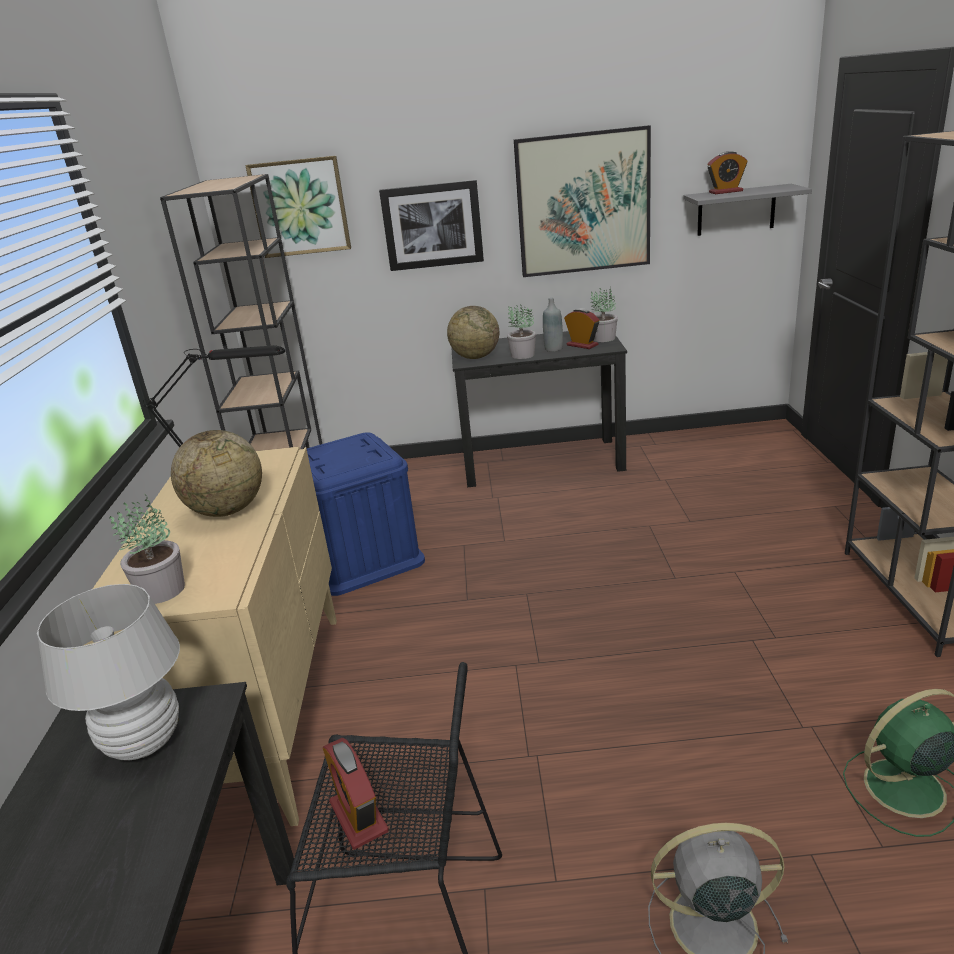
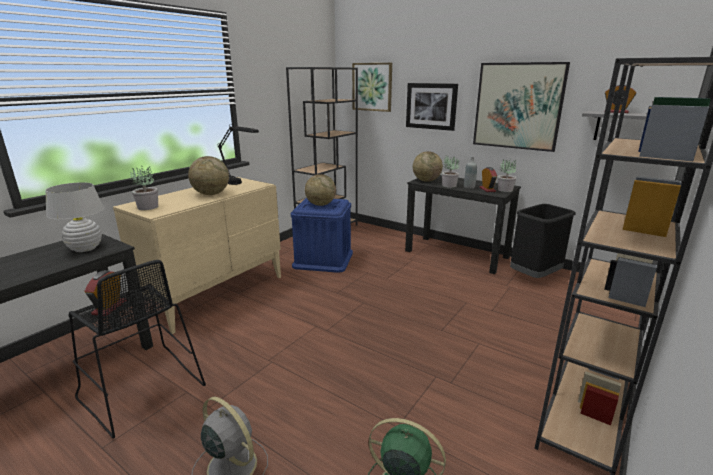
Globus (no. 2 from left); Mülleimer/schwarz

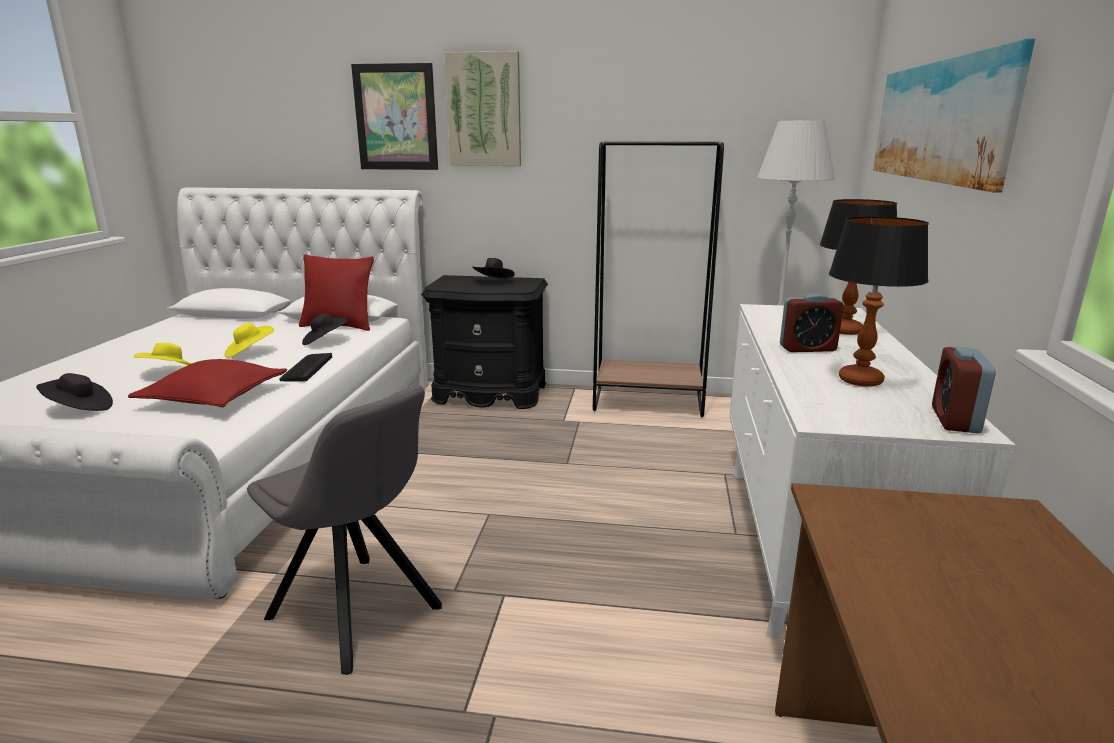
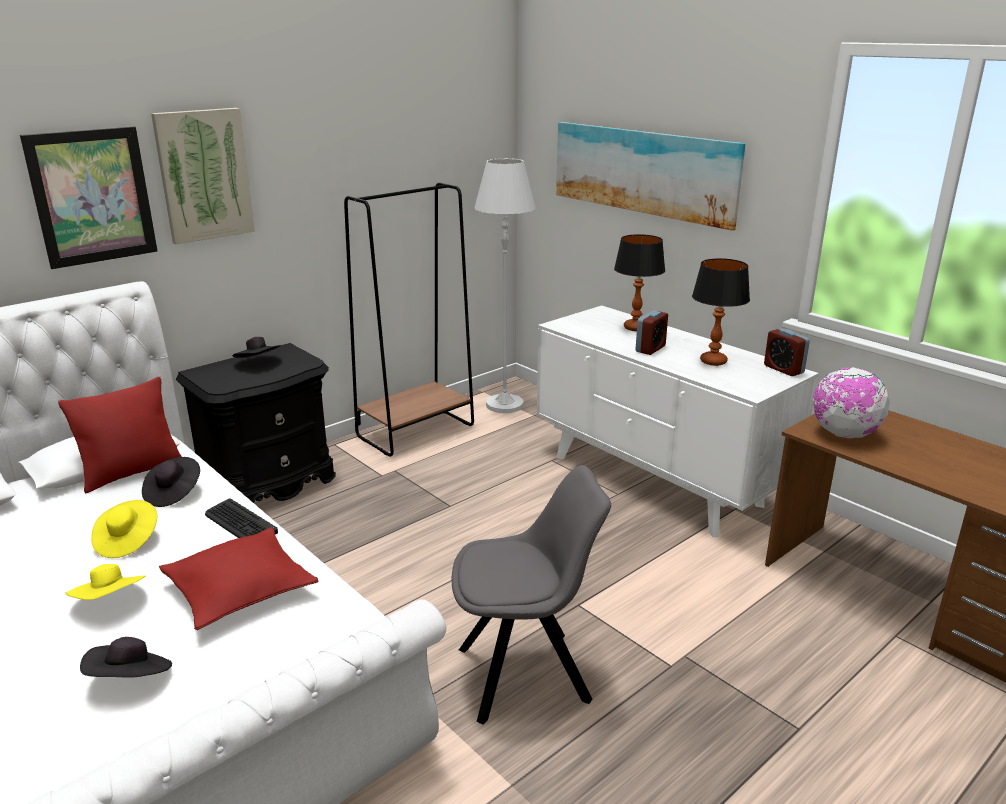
Globus

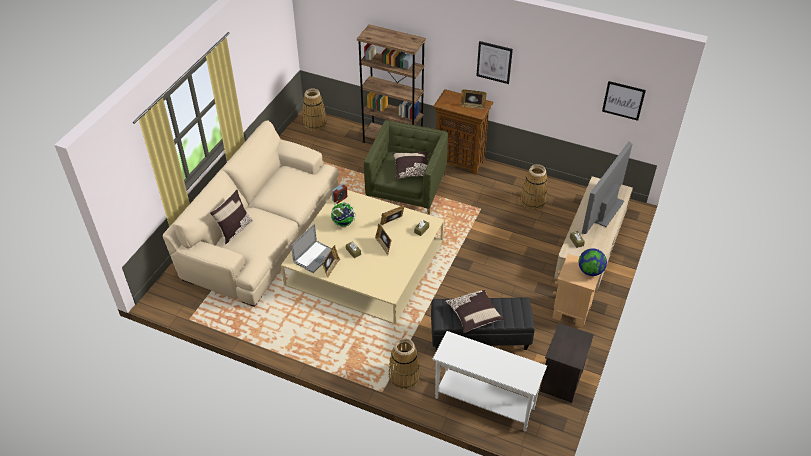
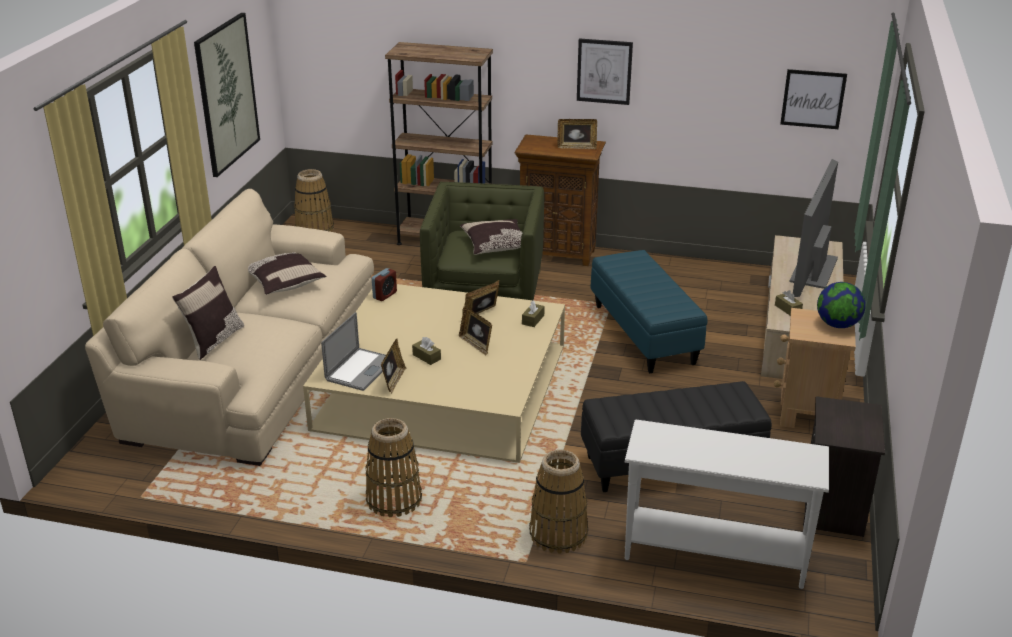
Korb (no. 2 from left); Globus (no. 1 from left in the first image); Kissen (no. 2 from left); Bild (no. 1 from left); Polsterhocker/blau

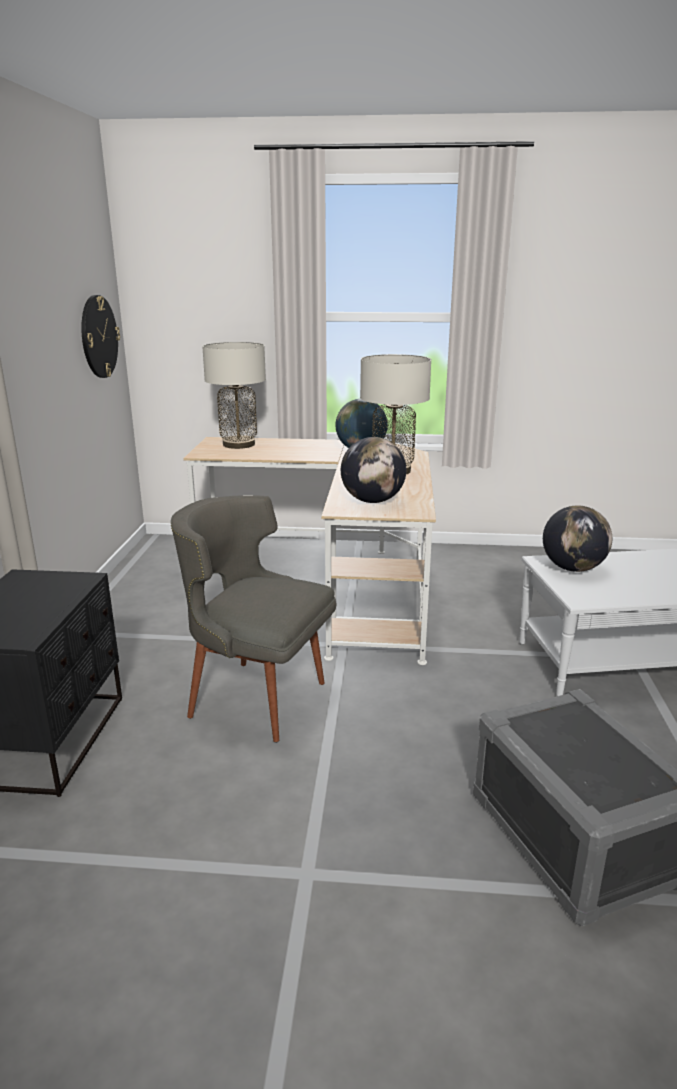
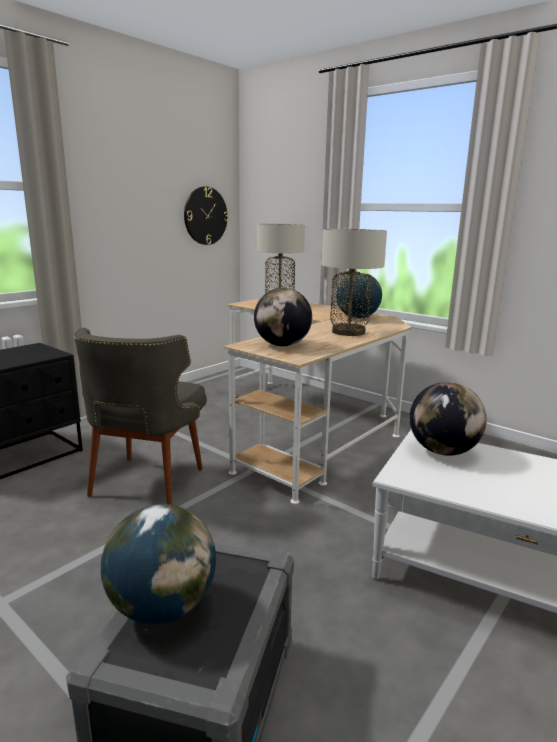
Stuhl/grau; Globus (no. 1 from left)

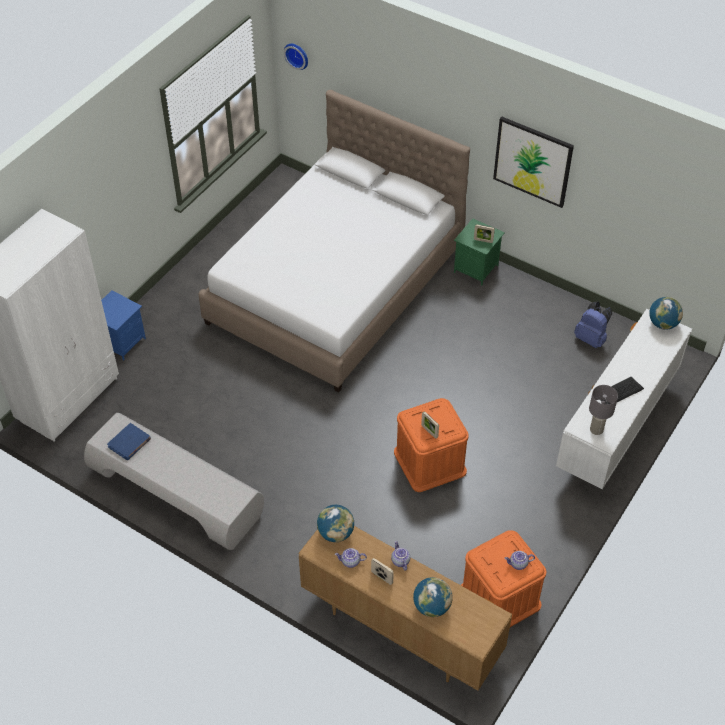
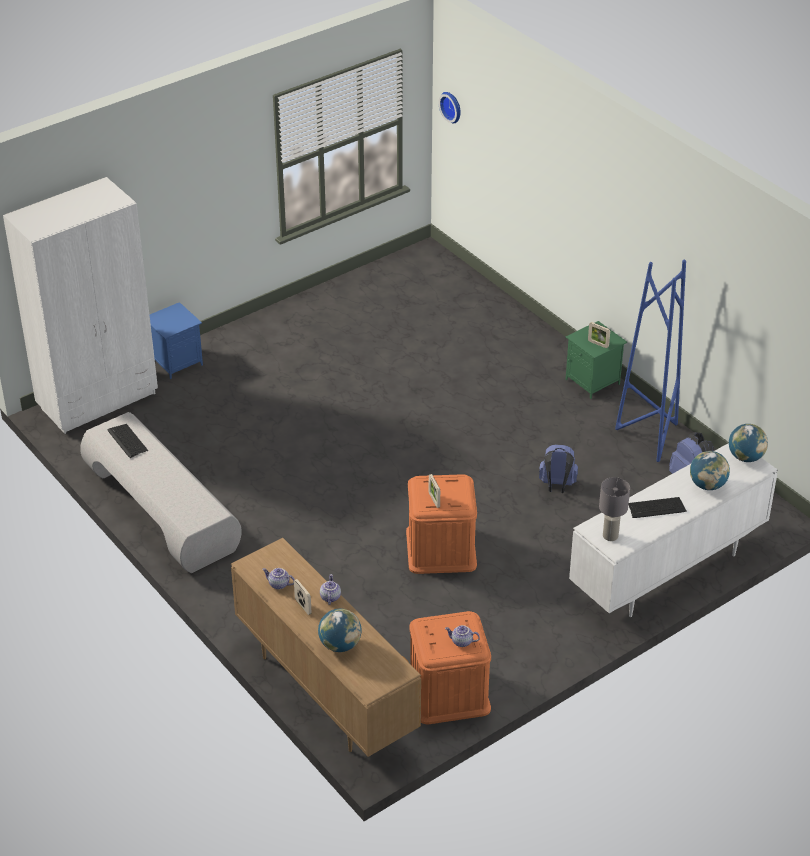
Bett/weiß; Bild; Tastatur (no. 1 from left); Globus (no. 2 from left); Kleiderständer/blau; Rucksack/blau (no. 1 from left)

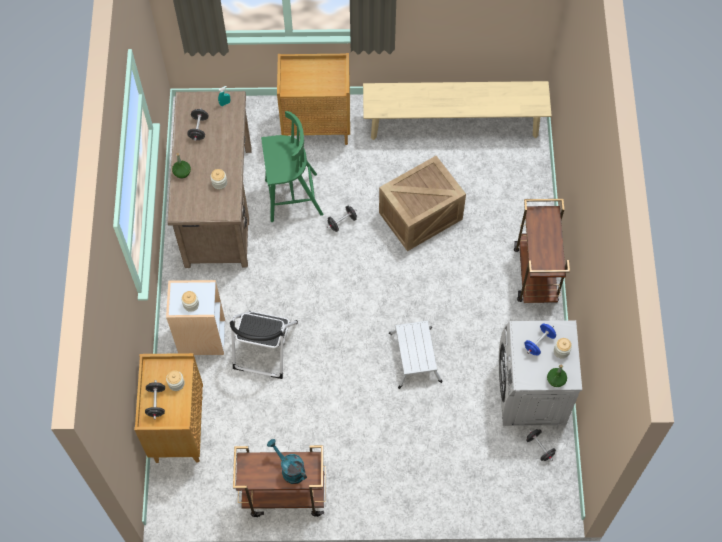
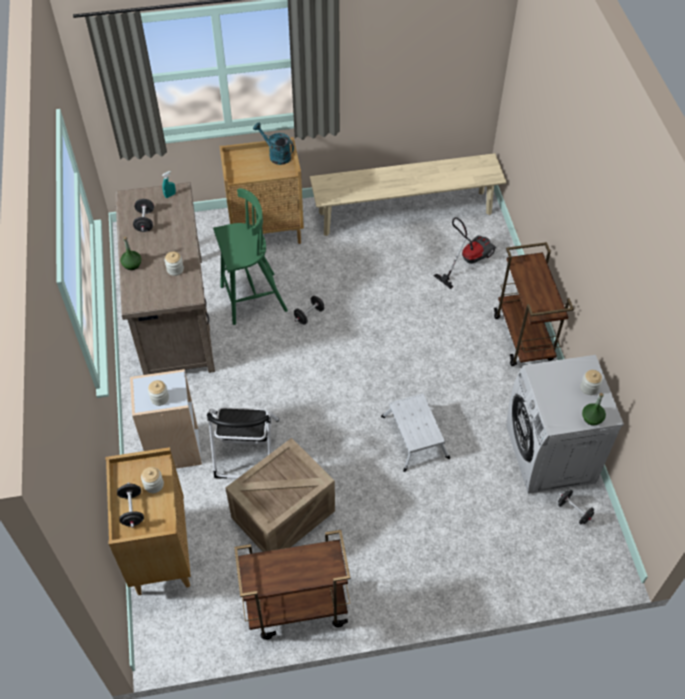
Kiste; Hantel/blau; Gießkanne/türkis; Staubsauger

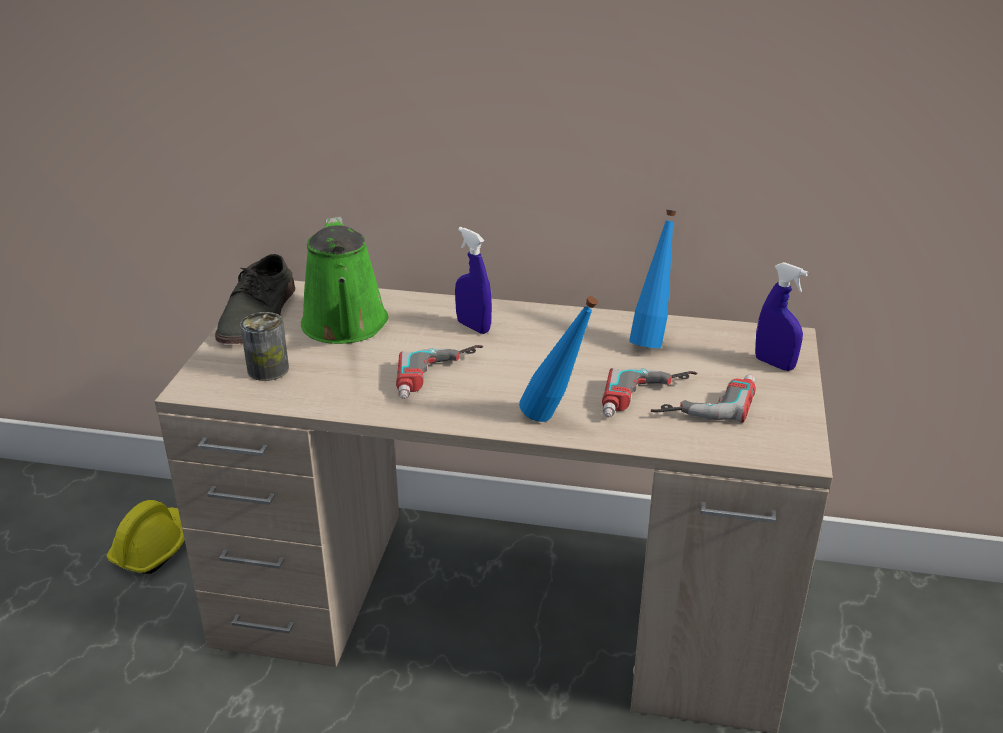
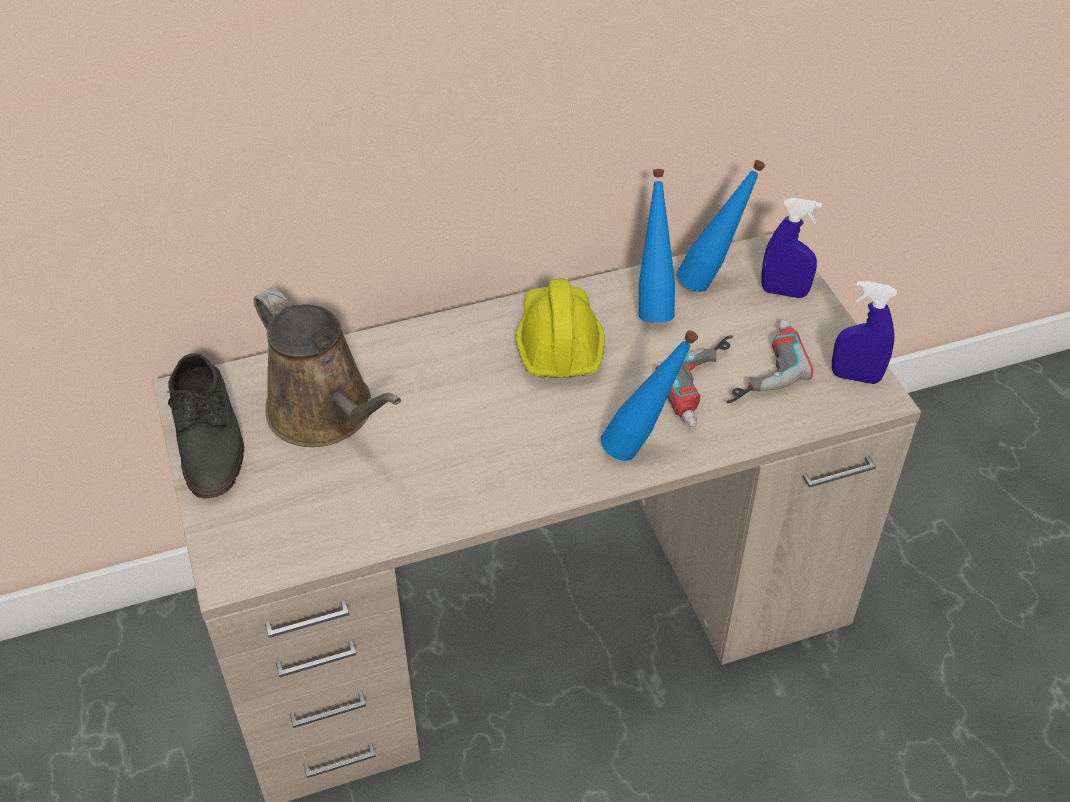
Gießkanne/braun; Sprühflasche/blau (no. 2 from left); Dose; Bohrmaschine (no. 1 from left in the first image); Schutzhelm/gelb; Flasche/blau (no. 3 from left)

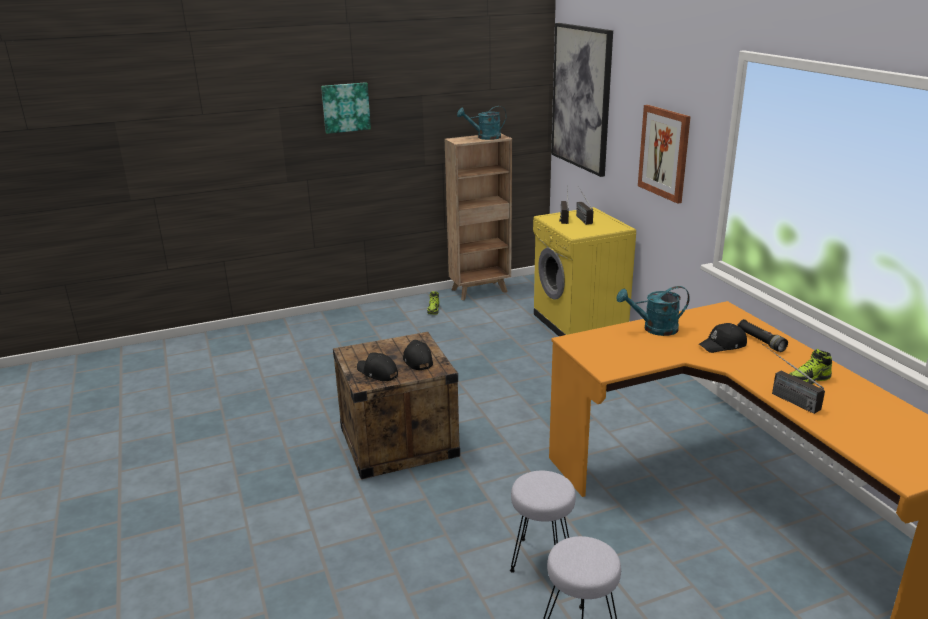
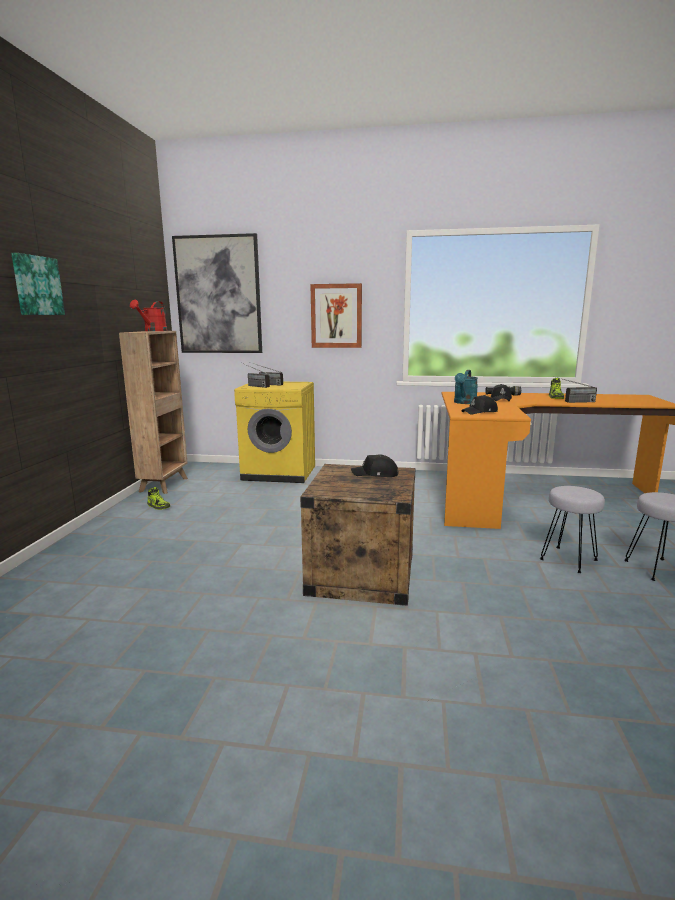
Gießkanne/rot; Kappe/schwarz (no. 2 from left)

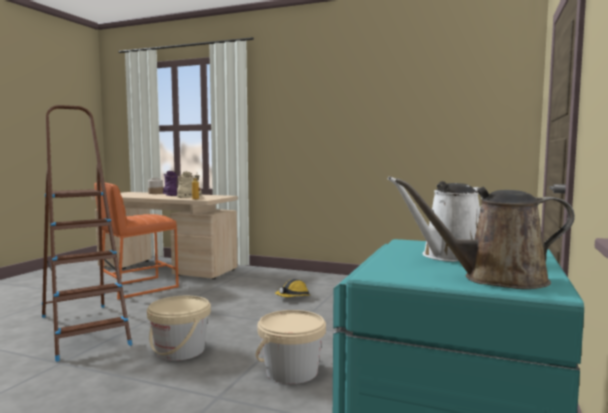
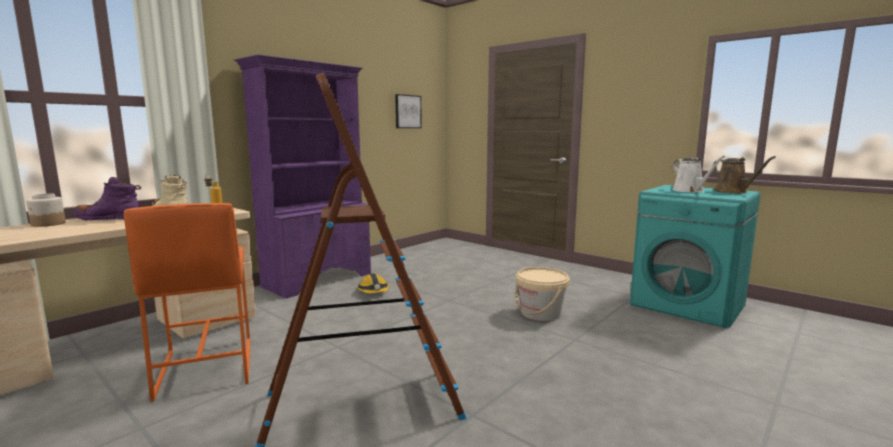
Gießkanne/braun; Eimer/beige (no. 1 from left in the first image); Bücherregal/lila; Bild

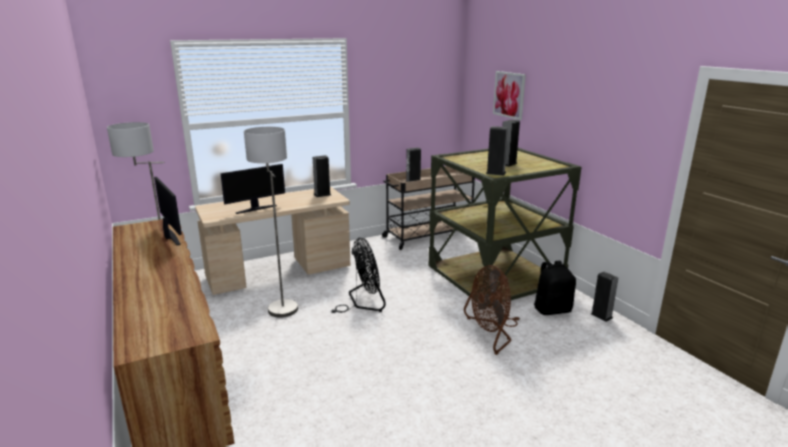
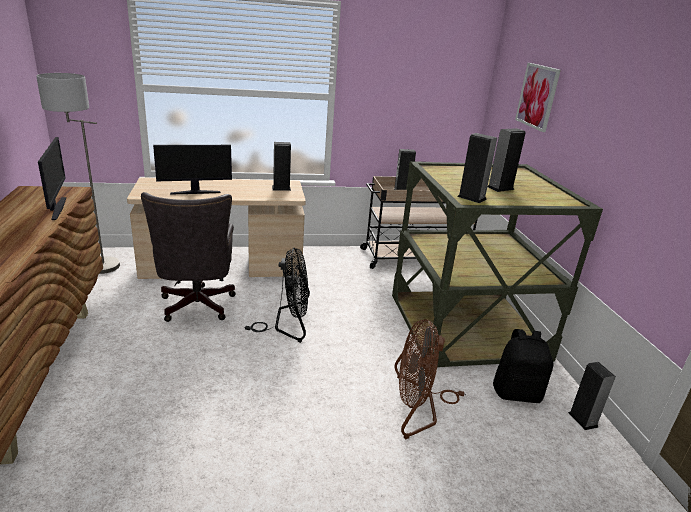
Bürostuhl/grau

